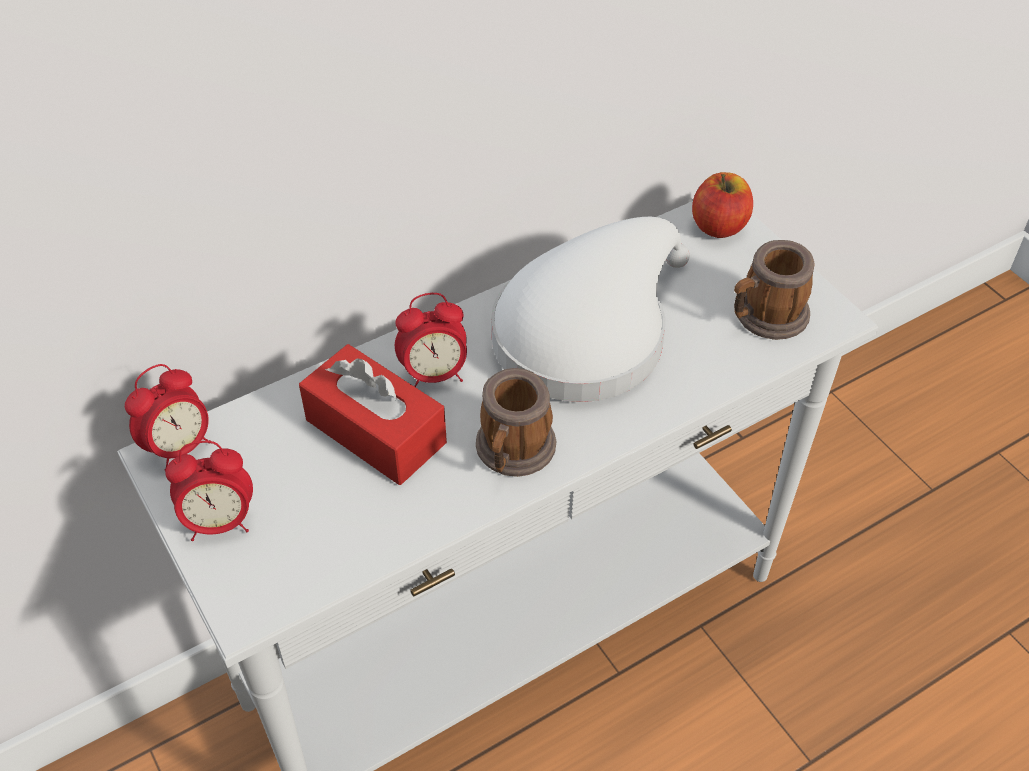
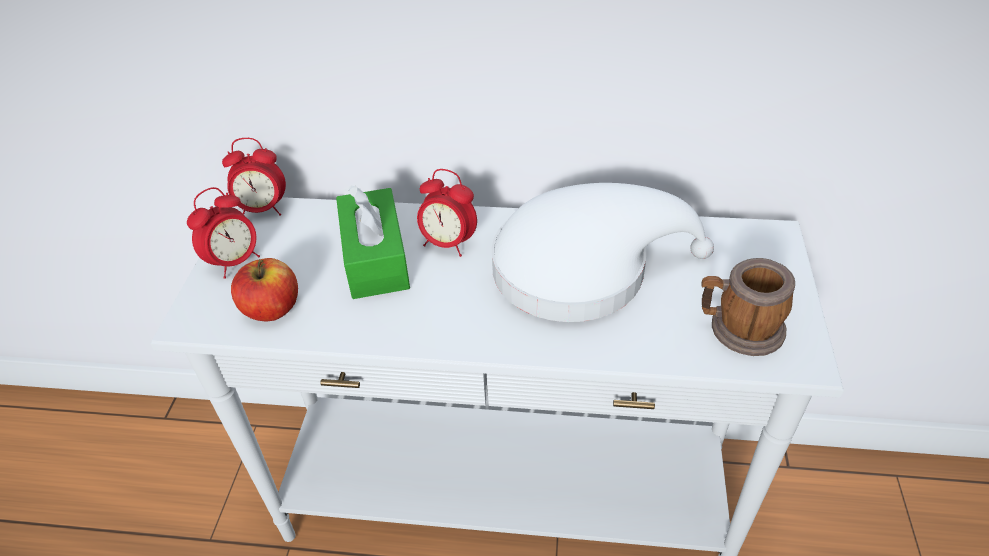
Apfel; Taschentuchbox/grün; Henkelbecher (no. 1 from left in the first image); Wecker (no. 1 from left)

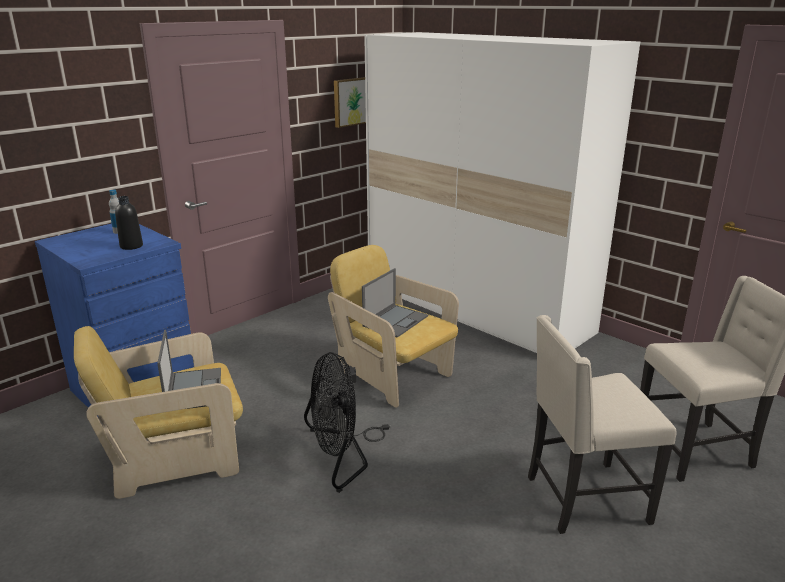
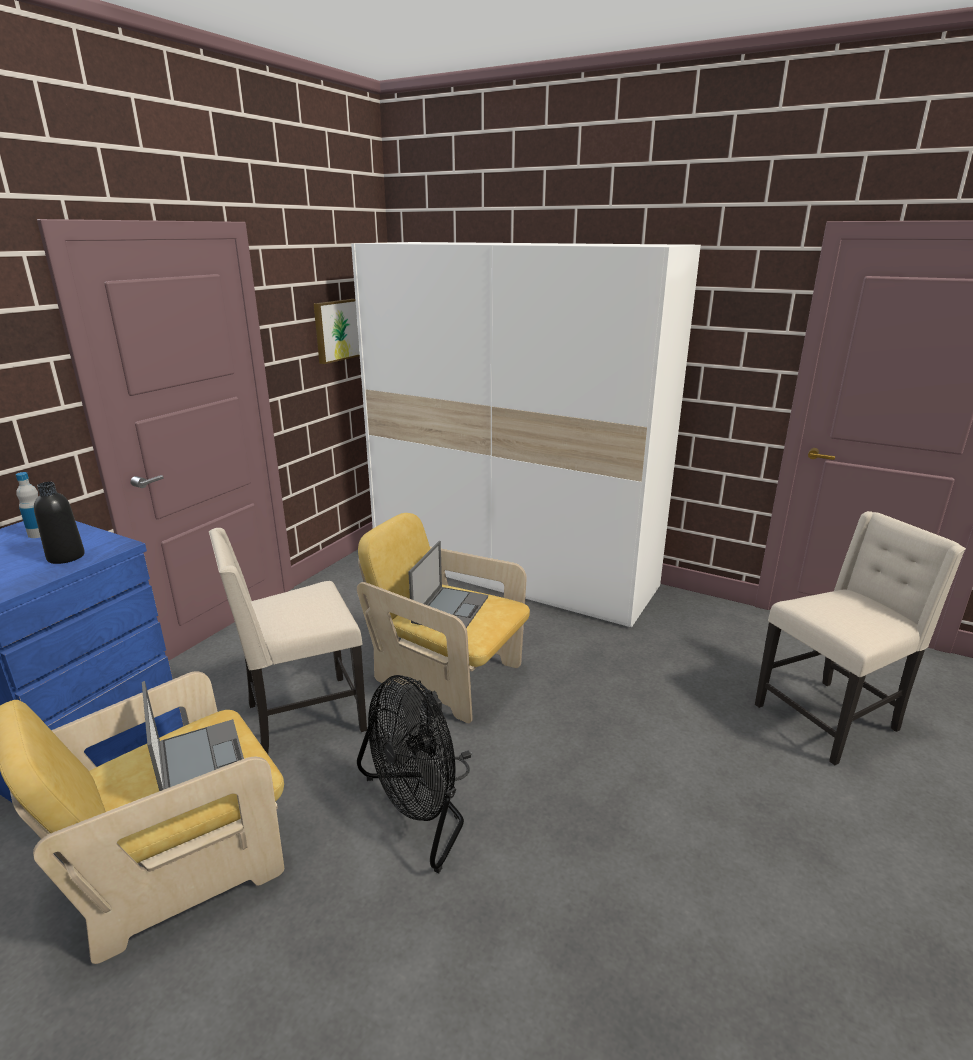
Stuhl/beige (no. 1 from left)

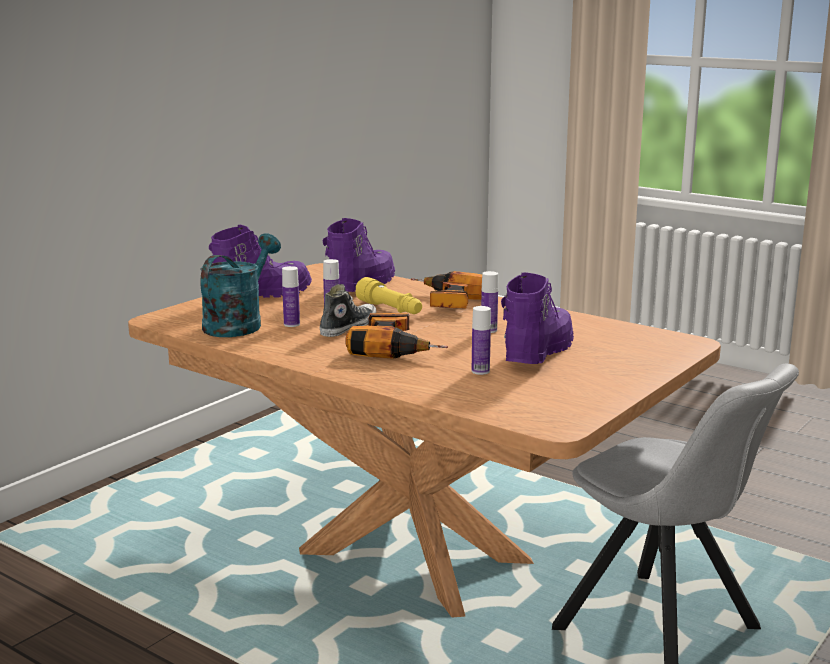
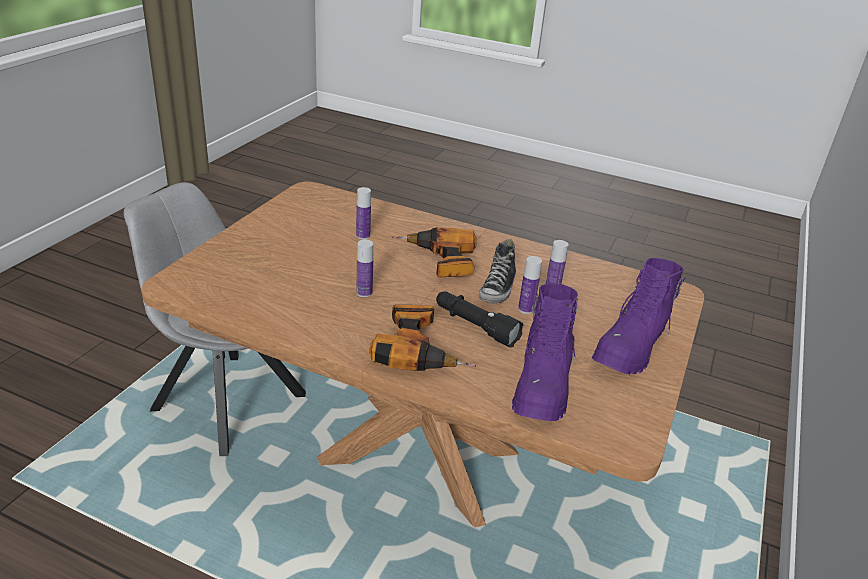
Gießkanne/türkis; Stiefel/lila (no. 3 from left in the first image); Taschenlampe/schwarz

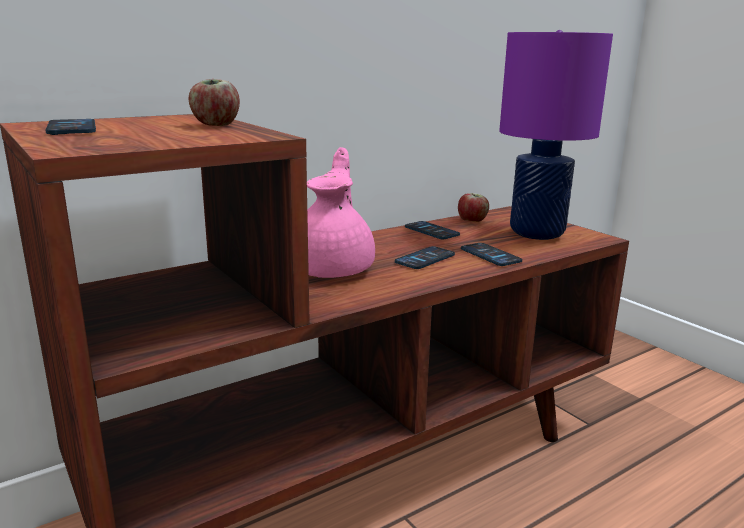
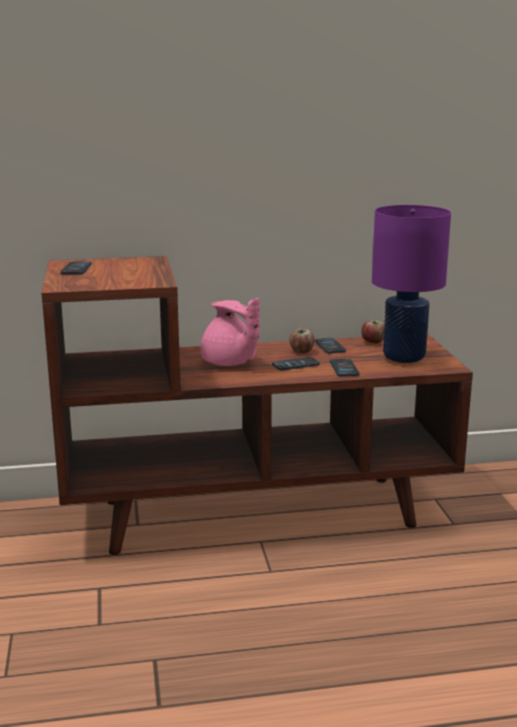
Apfel (no. 1 from left); Teekanne/rosa

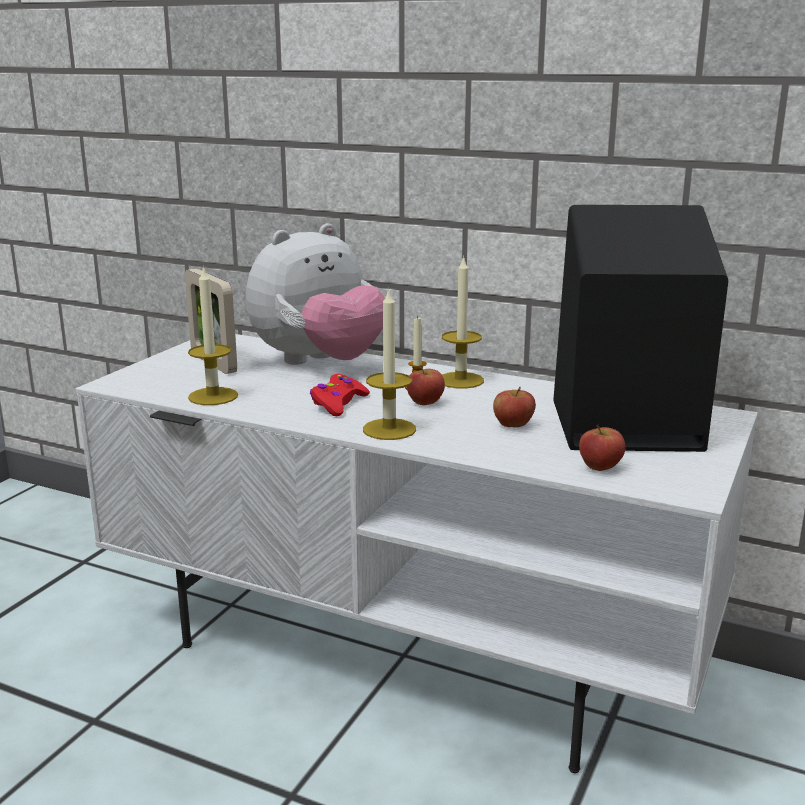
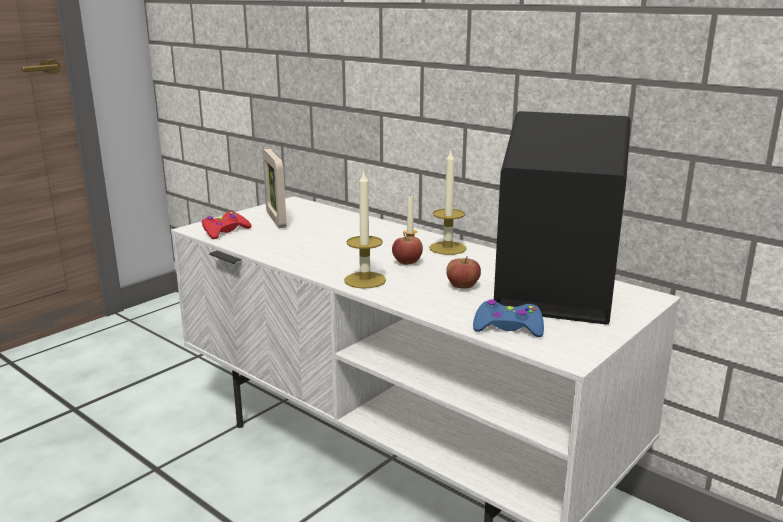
Plüschtier; Kerze (no. 1 from left in the first image); Gamepad/rot; Gamepad/blau

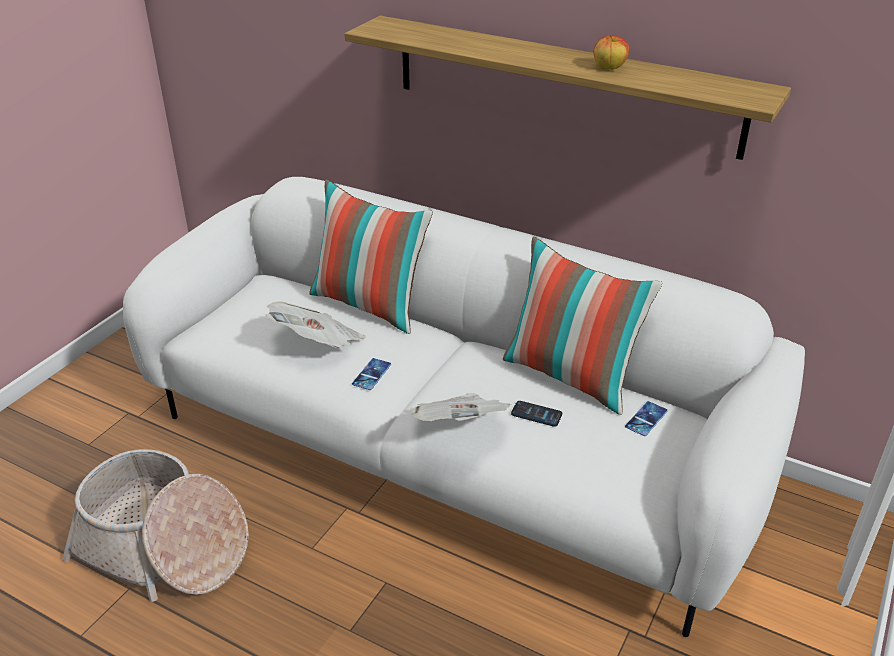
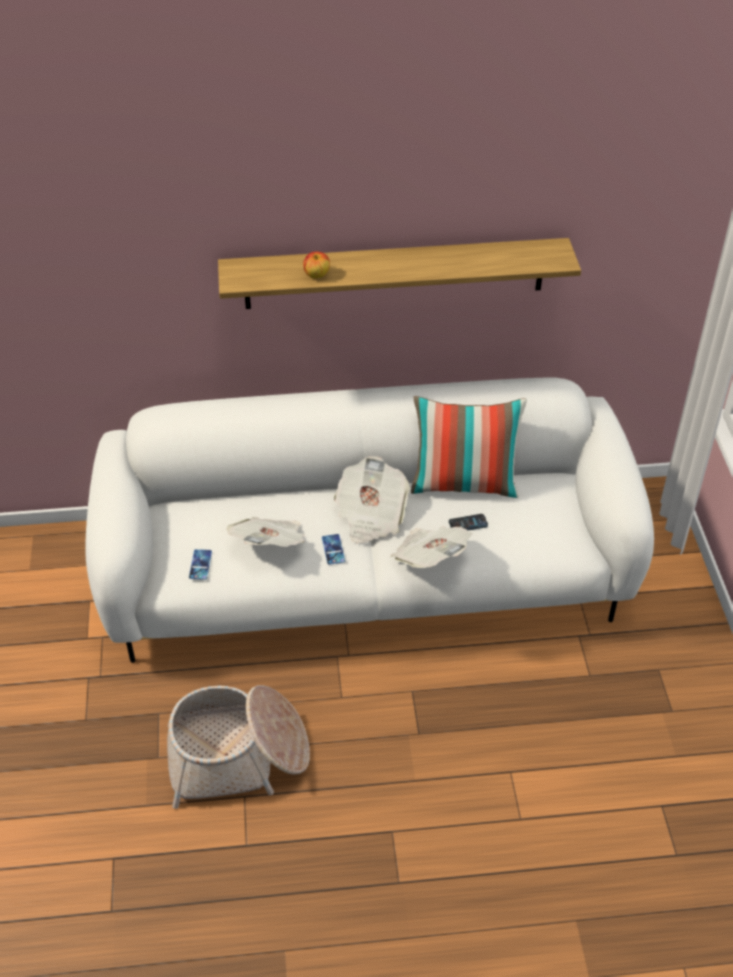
Apfel; Kissen (no. 1 from left in the first image); Handy (no. 1 from left); Zeitung (no. 2 from left)

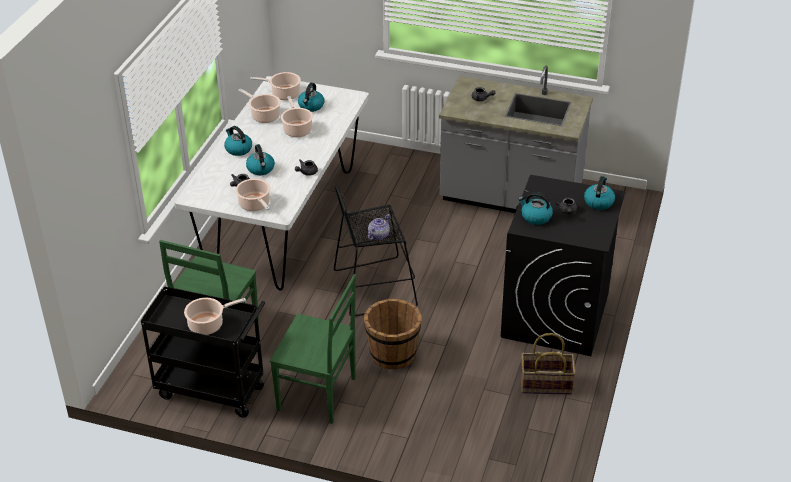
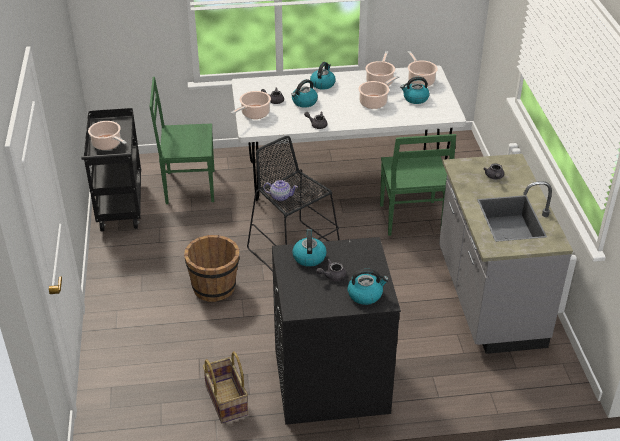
Stuhl/grün (no. 2 from left)

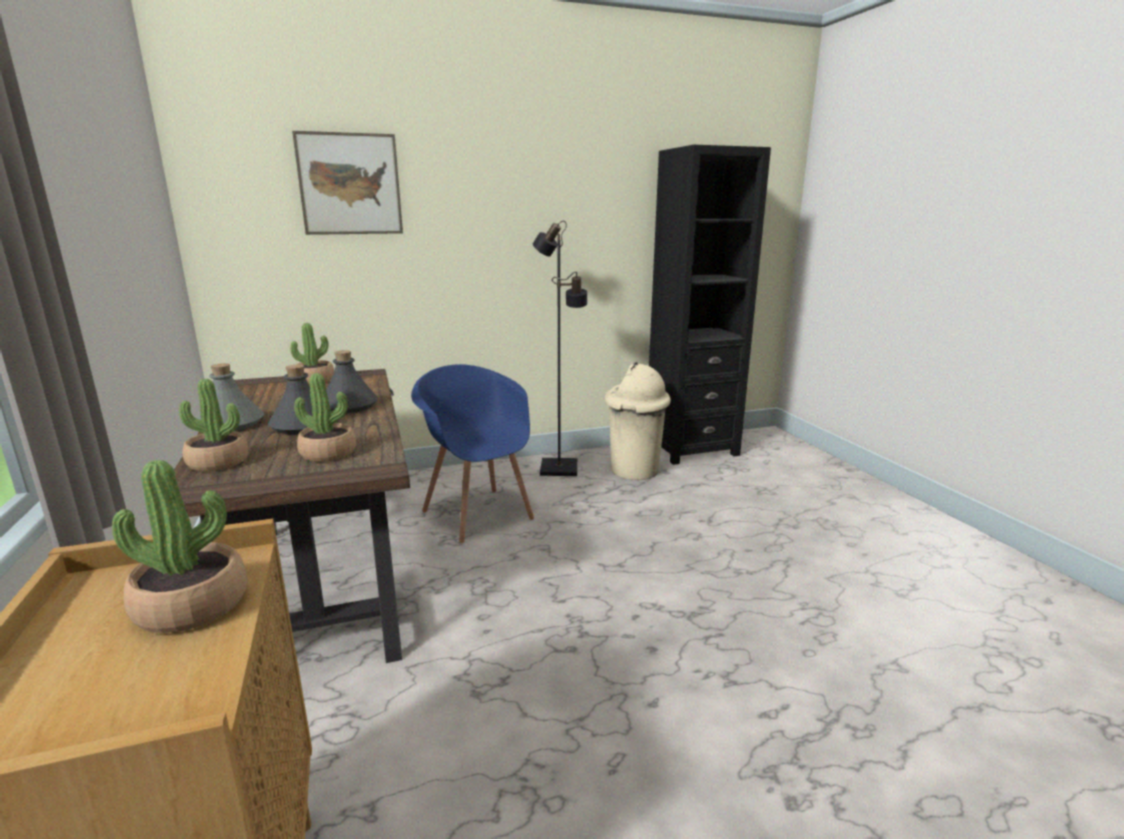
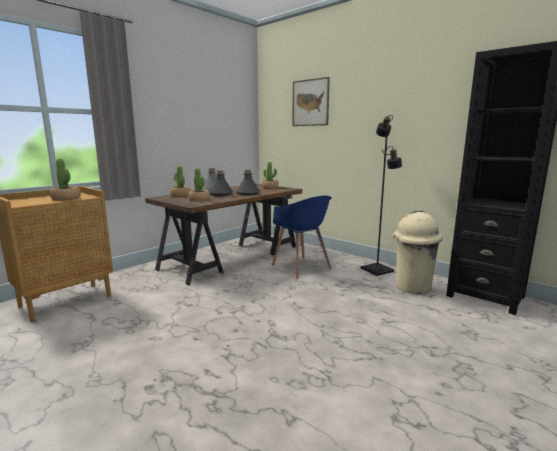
Stuhl/blau

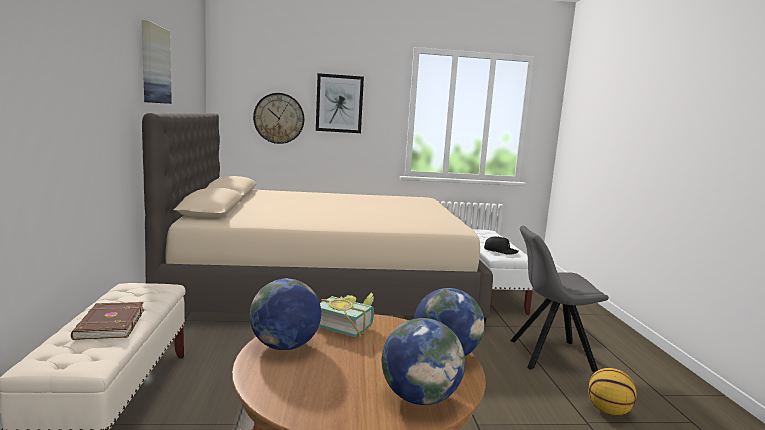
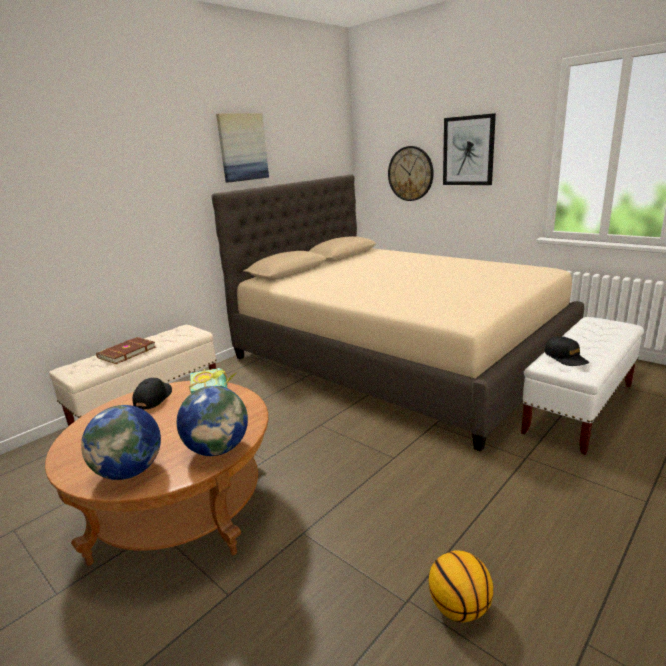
Stuhl/grau; Kappe/schwarz (no. 1 from left)

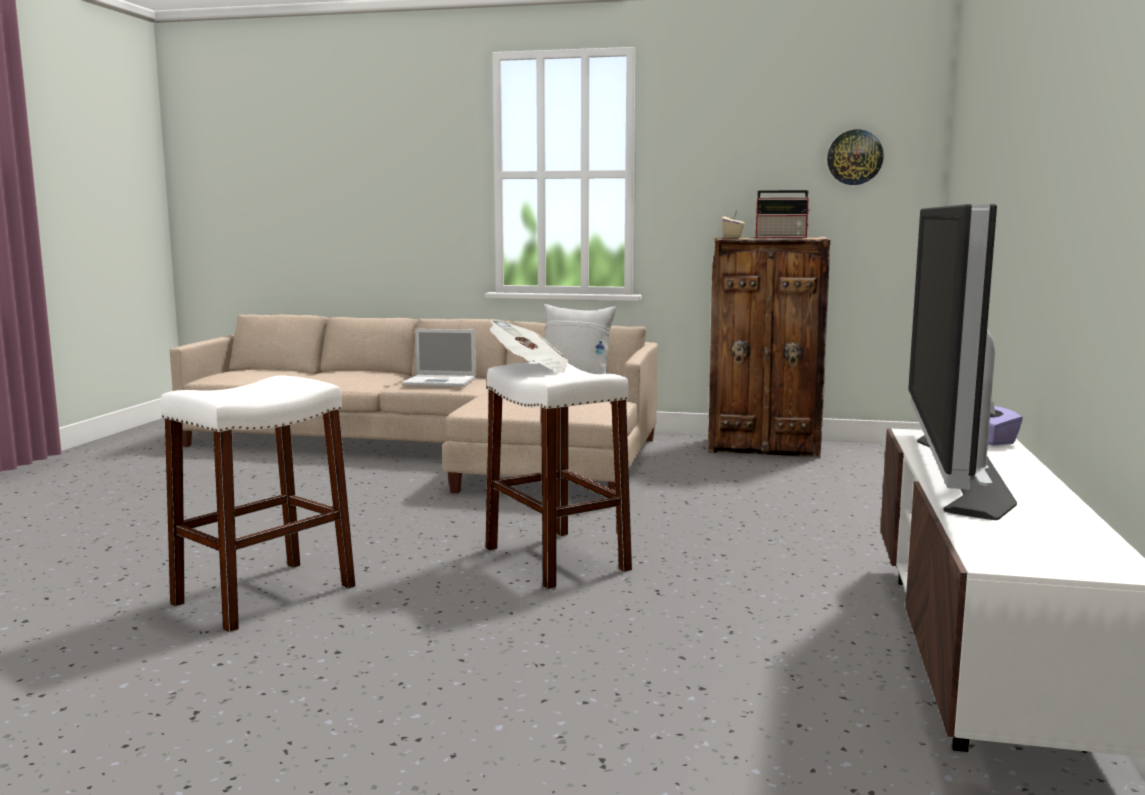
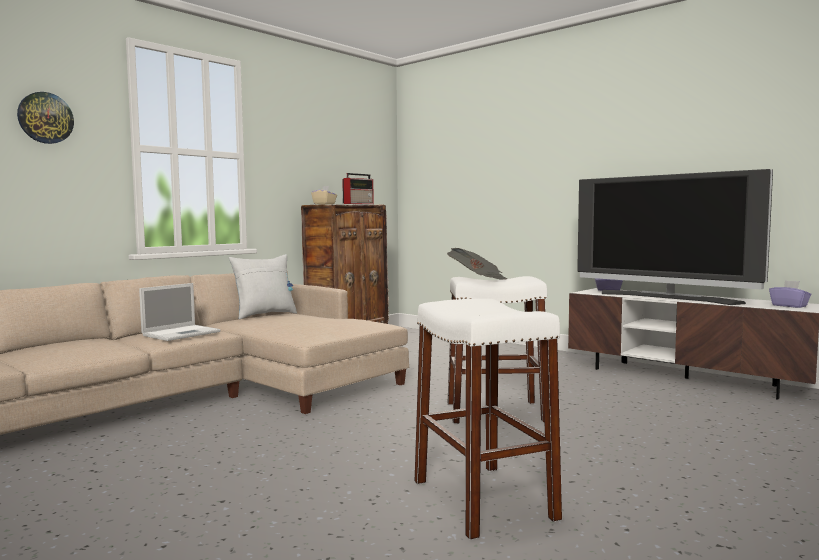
Wanduhr; Taschentuchbox/lila (no. 2 from left)

